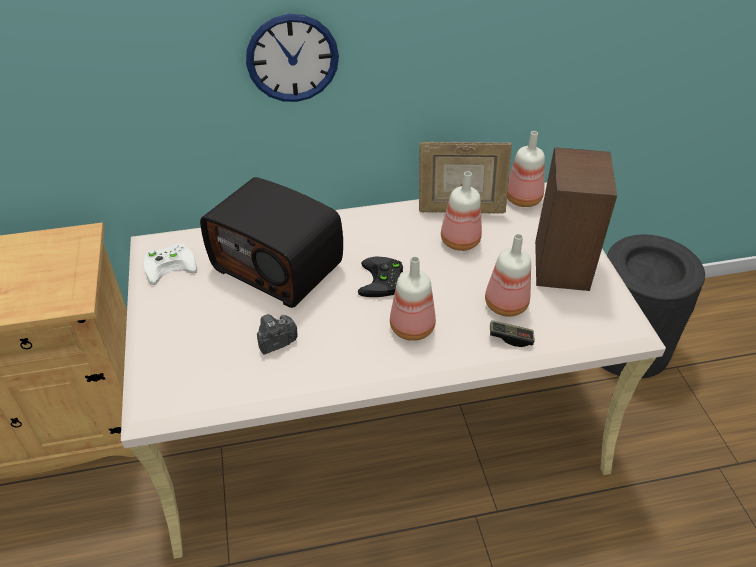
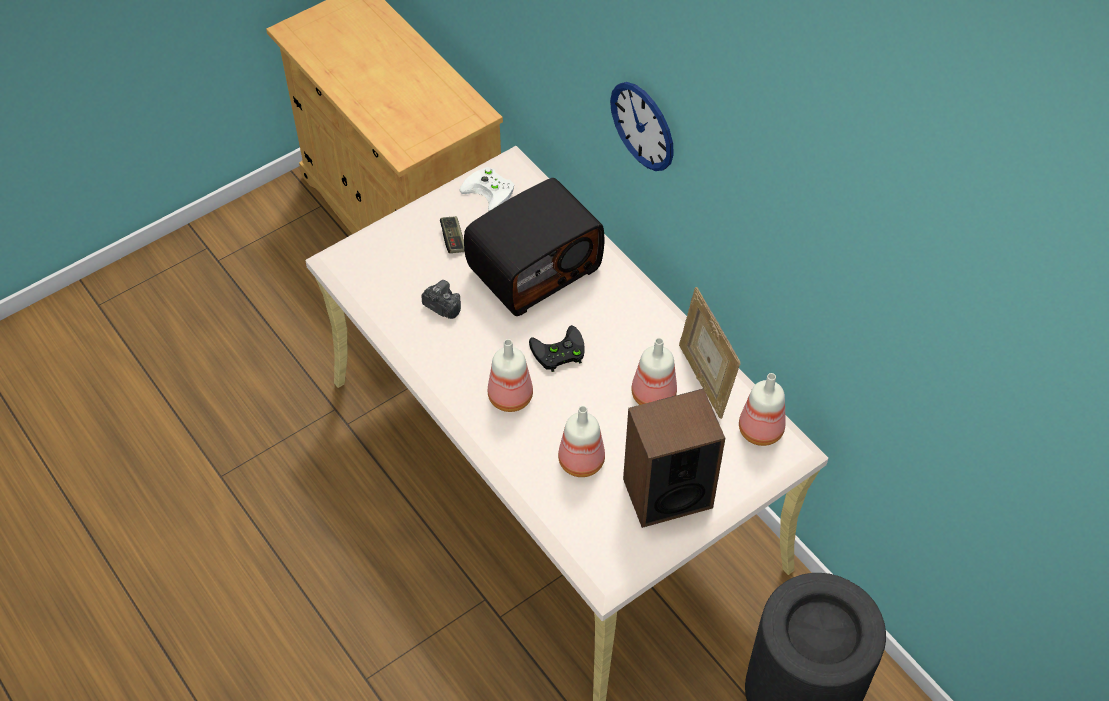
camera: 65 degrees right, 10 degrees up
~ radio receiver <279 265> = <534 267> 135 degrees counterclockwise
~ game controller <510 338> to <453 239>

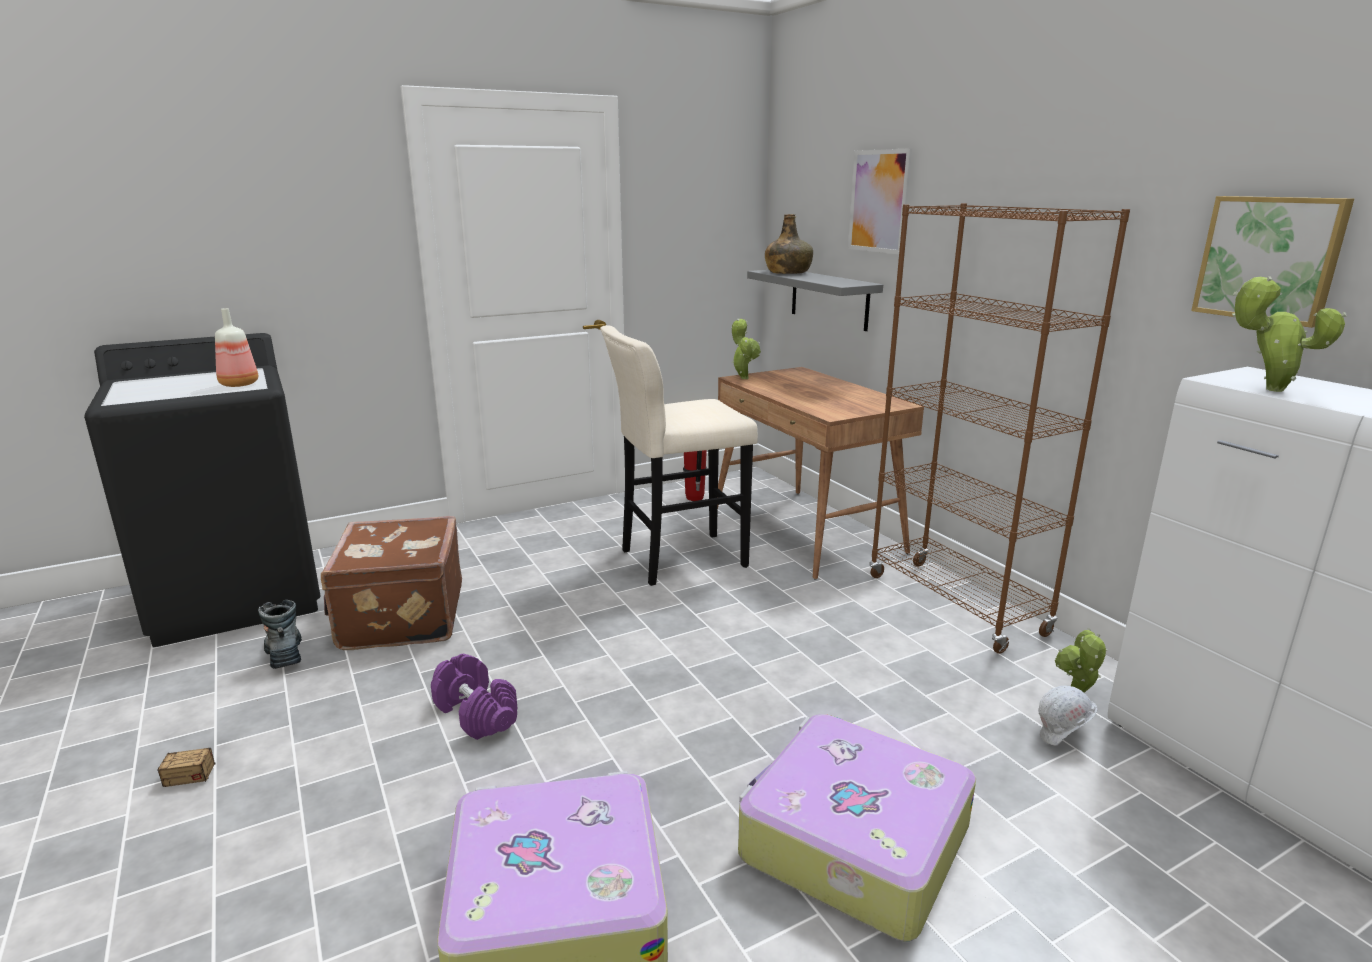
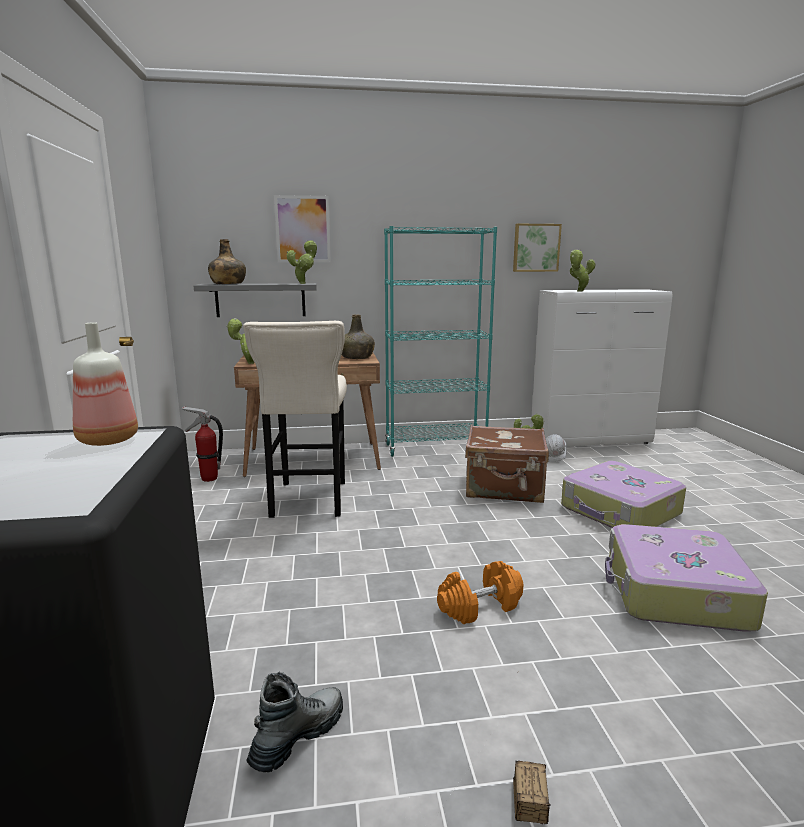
camera: 70 degrees left, 5 degrees down
~ tall boot <285 652> = <298 736> 135 degrees clockwise
~ suitcase (brown-coloured) <400 617> to <504 489>
~ free weight (purple) <476 713> to free weight (orangey) <480 606>
~ bookshelf (brown-coloured) <955 605> to bookshelf (turquoise) <435 448>
+ potted plant <304 283>
+ bottle (greenish) <357 357>

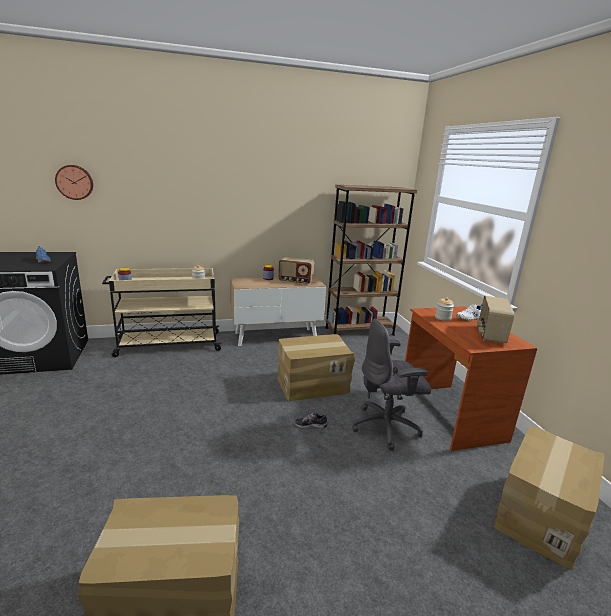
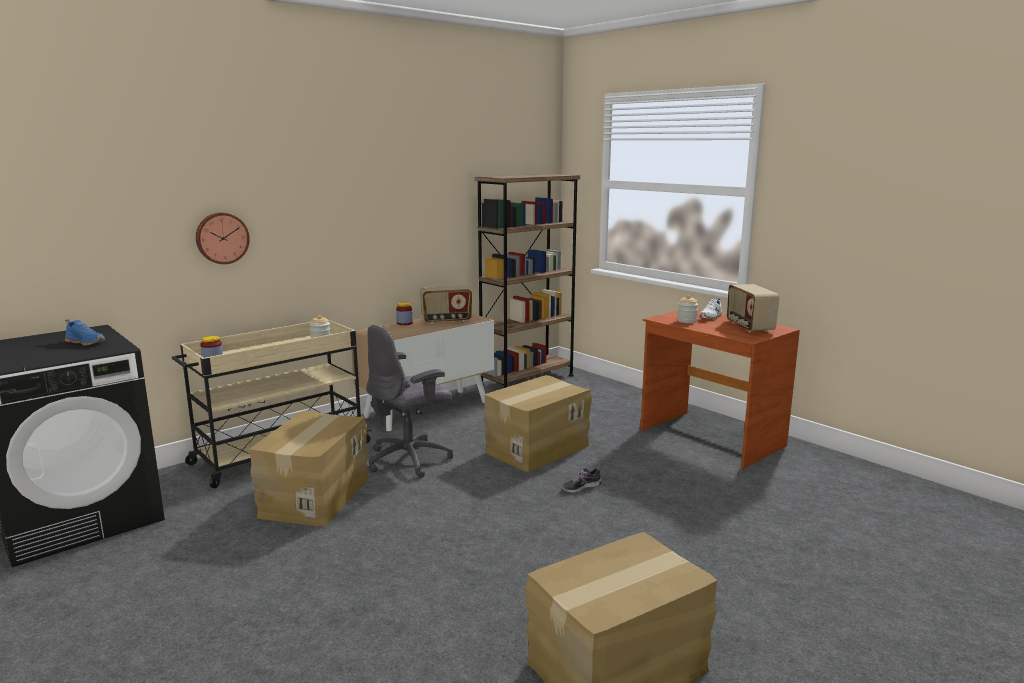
camera: 25 degrees left, 5 degrees down
~ wall clock <74 182> to <221 238>
~ office chair (greyish) <386 427> to <410 459>
~ carton <539 514> to <314 496>

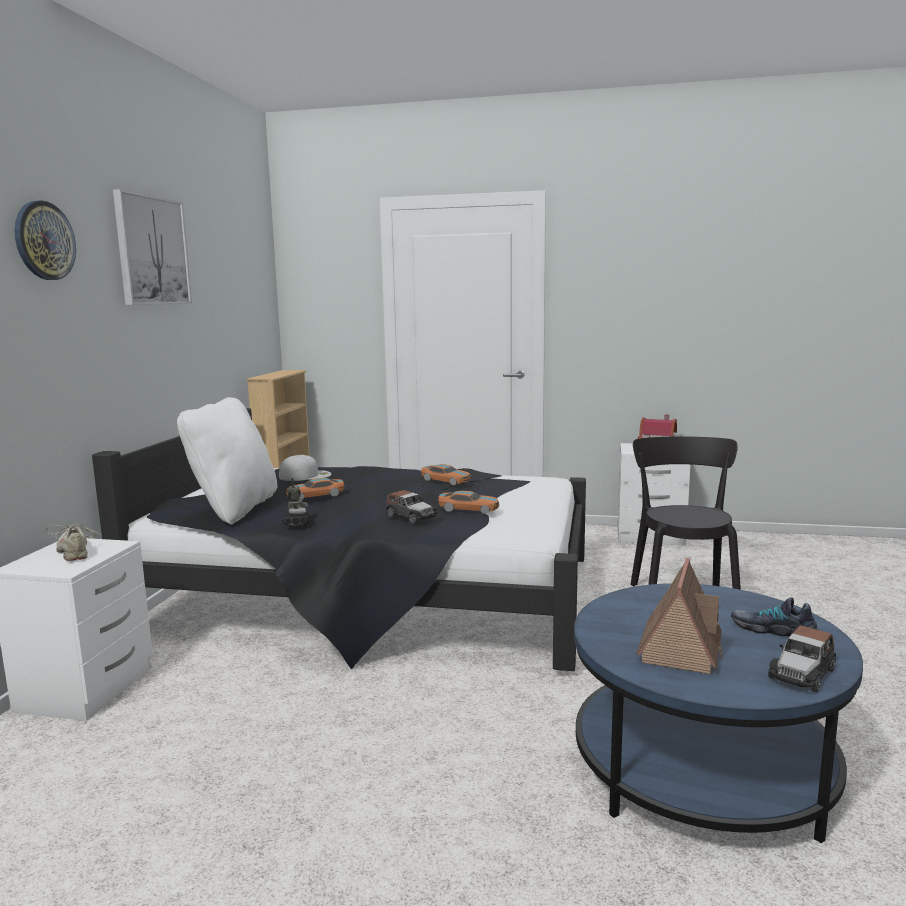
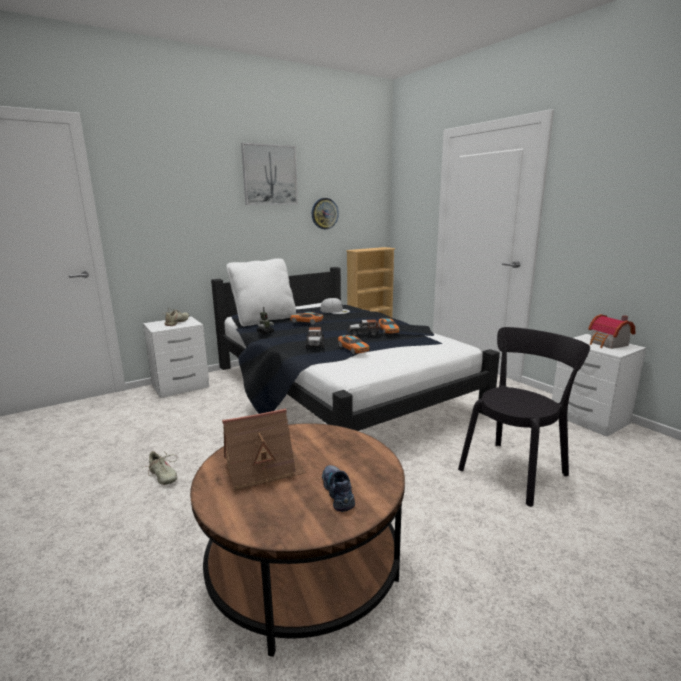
camera: 45 degrees right, 5 degrees up
~ wall clock <44 241> to <324 213>
~ coffee table (bluish) <701 766> to coffee table (brown-coloured) <303 565>
~ miniature car <802 673> to <363 334>
+ item of footwear (beige-coloured) <162 476>

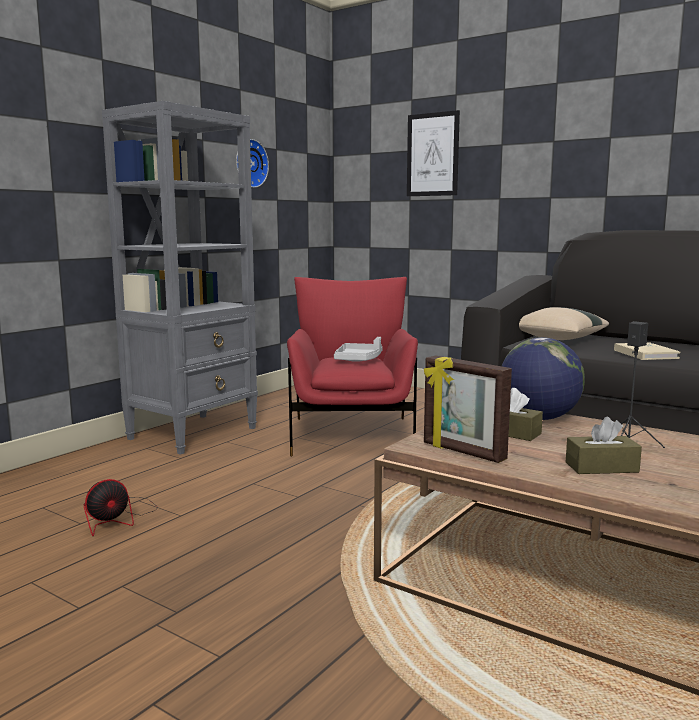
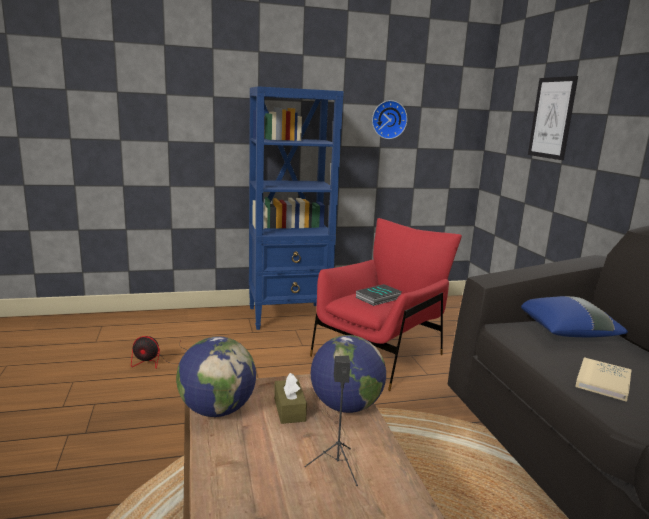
camera: 40 degrees right, 5 degrees up
~ bookshelf (greyish) <194 433> to bookshelf (bluish) <289 316>
~ tray (greyish) <359 360> to book <378 298>
~ picture frame <463 452> to desk globe <217 410>
~ throw pillow (beige-coloured) <556 339> to throw pillow (bluish) <563 331>
- box of tissues (brown-coloured) <601 467>

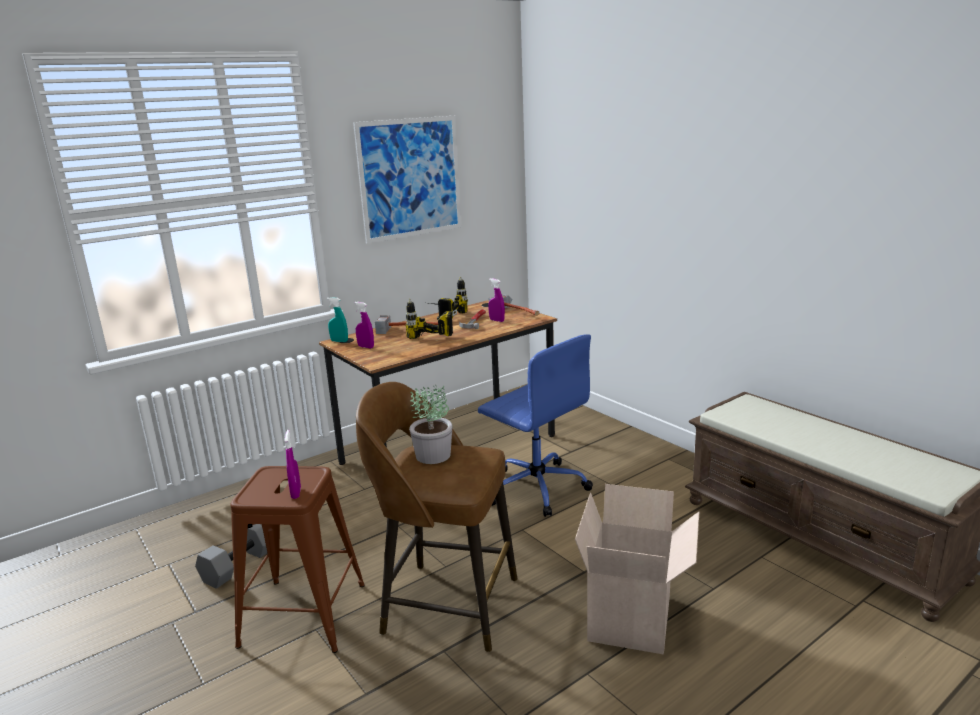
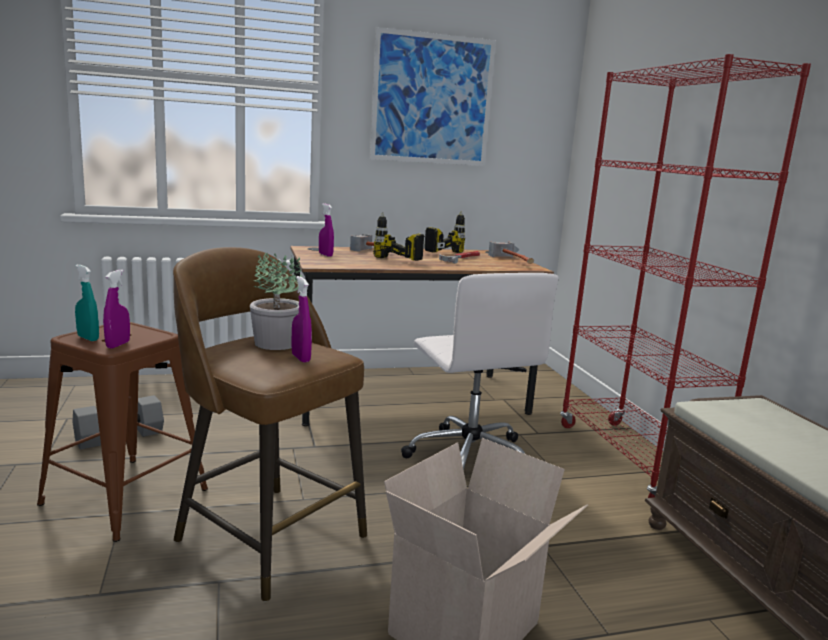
camera: 20 degrees right, 5 degrees down
~ hand sprayer (turquoise) <339 341> to <88 338>
~ office chair (bluish) <536 487> to office chair (white) <469 455>
~ hand sprayer (purple) <497 320> to <301 358>
+ bookshelf (red-coloured) <632 460>

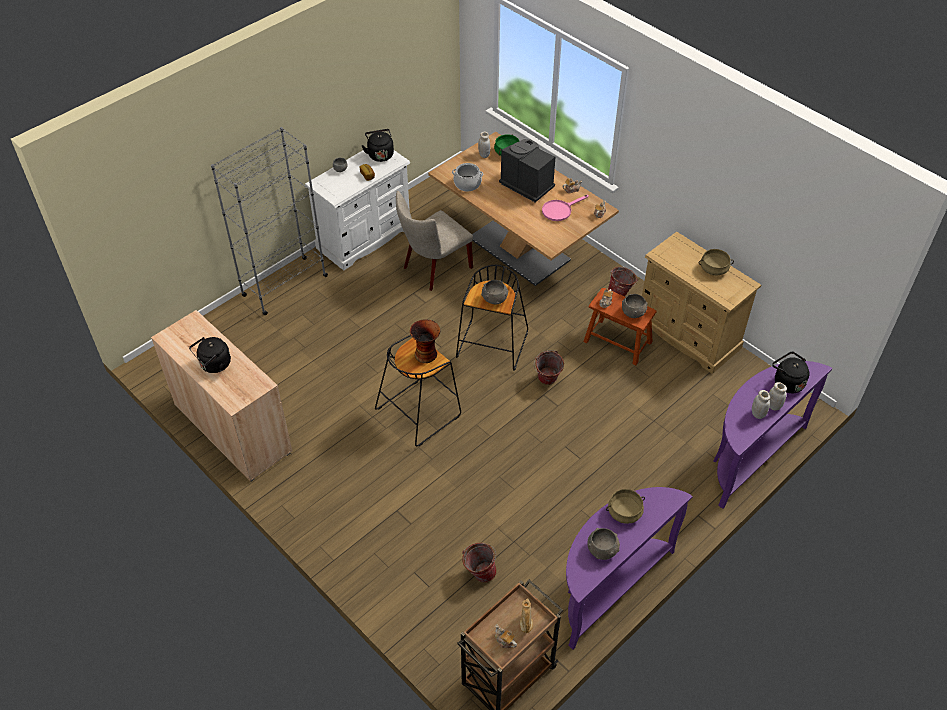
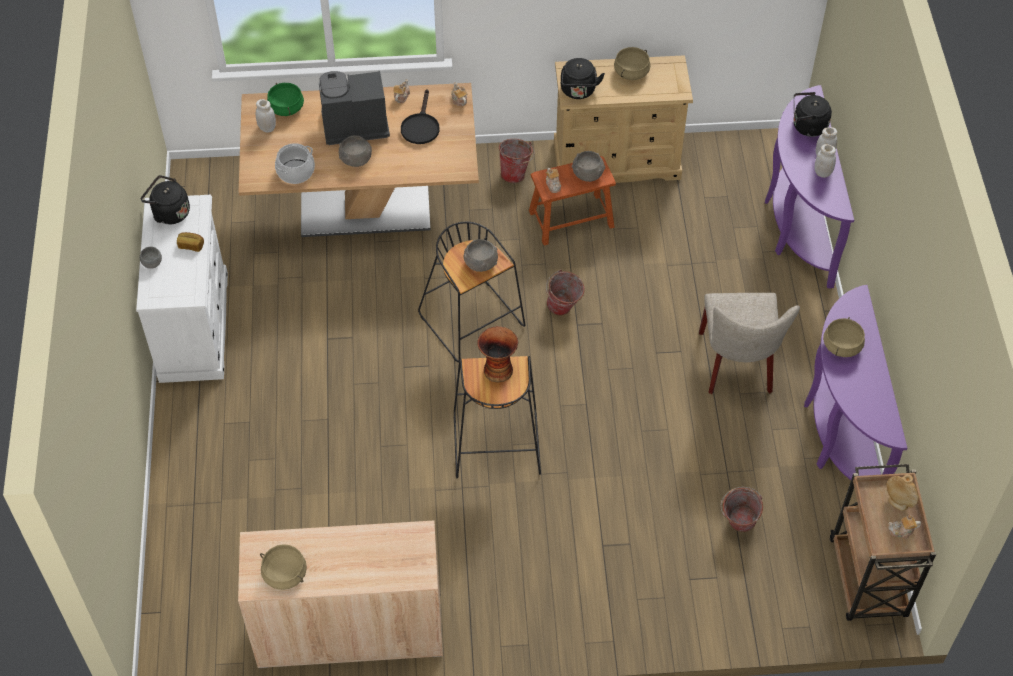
camera: 50 degrees left, 5 degrees up
~ water kettle (blackish) <214 365> to <578 91>
- bookshelf (greyish) <284 286>
~ plain chair (beige-coloured) <434 269> to <737 367>
~ frying pan (pinkish) <560 210> to frying pan (blackish) <420 126>
~ serving bowl (greyish) <602 549> to <356 159>
+ stockpot (beige-coloured) <284 574>

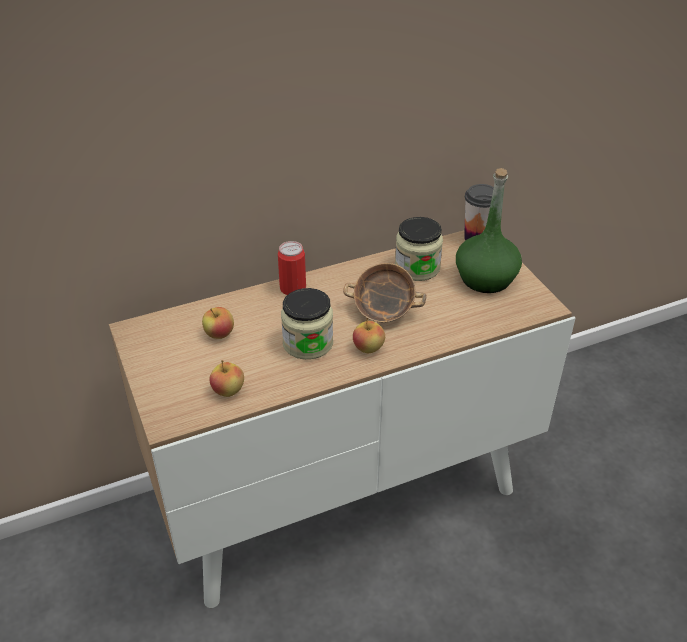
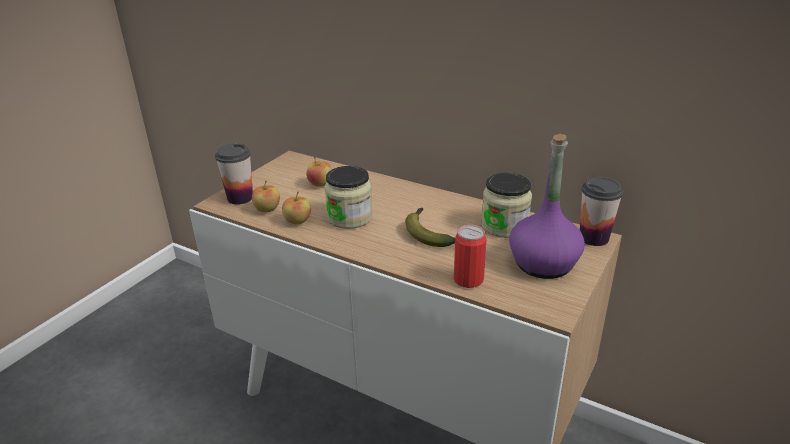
camera: 55 degrees right, 10 degrees down
~ sealed can <293 288> to <468 280>
~ serving bowl <383 312> to banana fruit <426 233>
~ apple <368 348> to <297 221>
~ bottle (greenish) <486 278> to bottle (purple) <543 264>
+ cup <240 198>

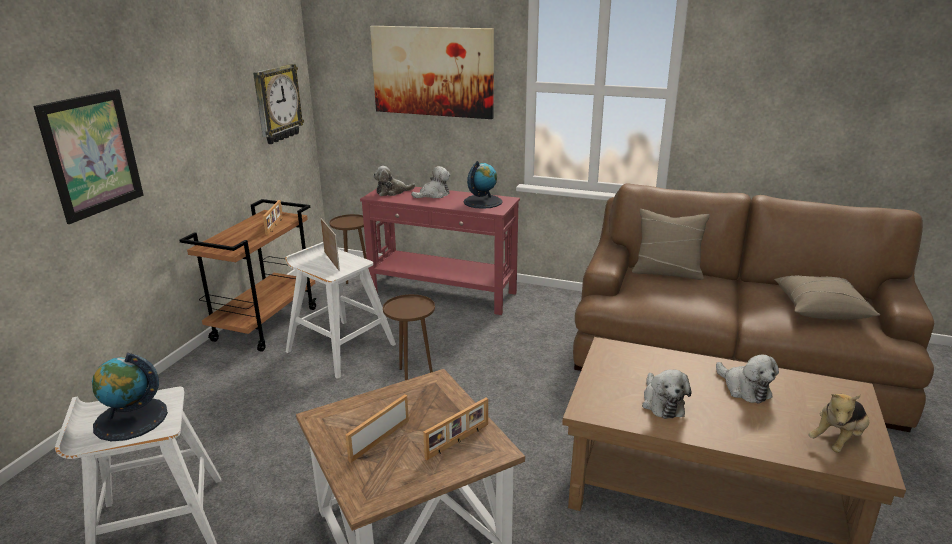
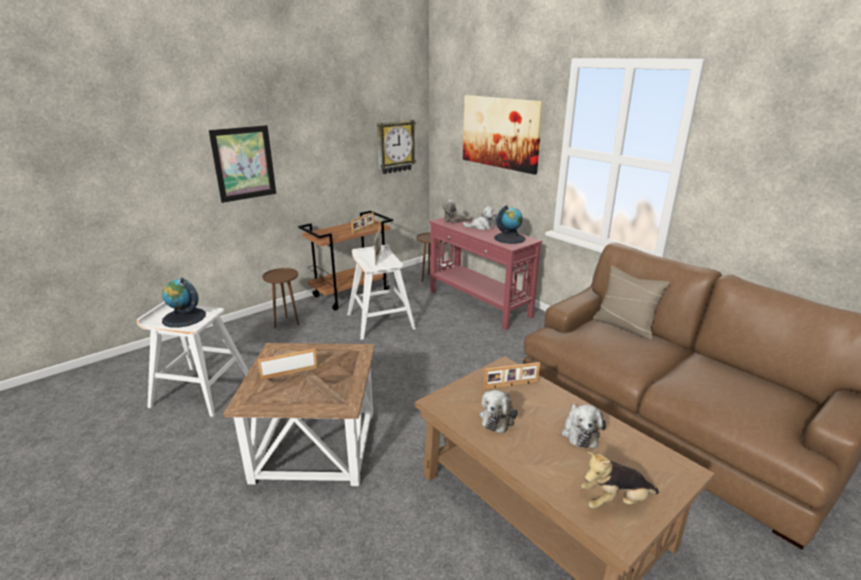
camera: 30 degrees right, 0 degrees up
~ side table (brown-coloured) <413 376> to <286 323>
~ picture frame <458 441> to <511 385>
- throw pillow (beige-coloured) <820 309>

